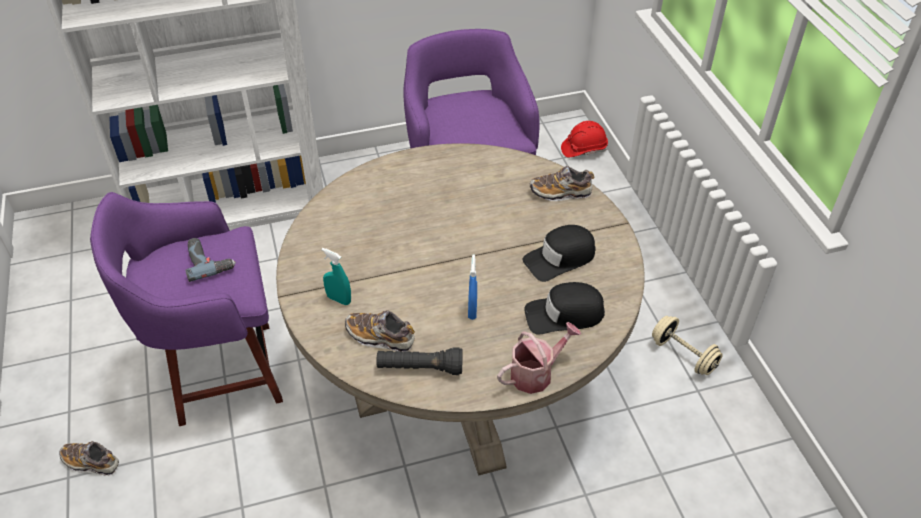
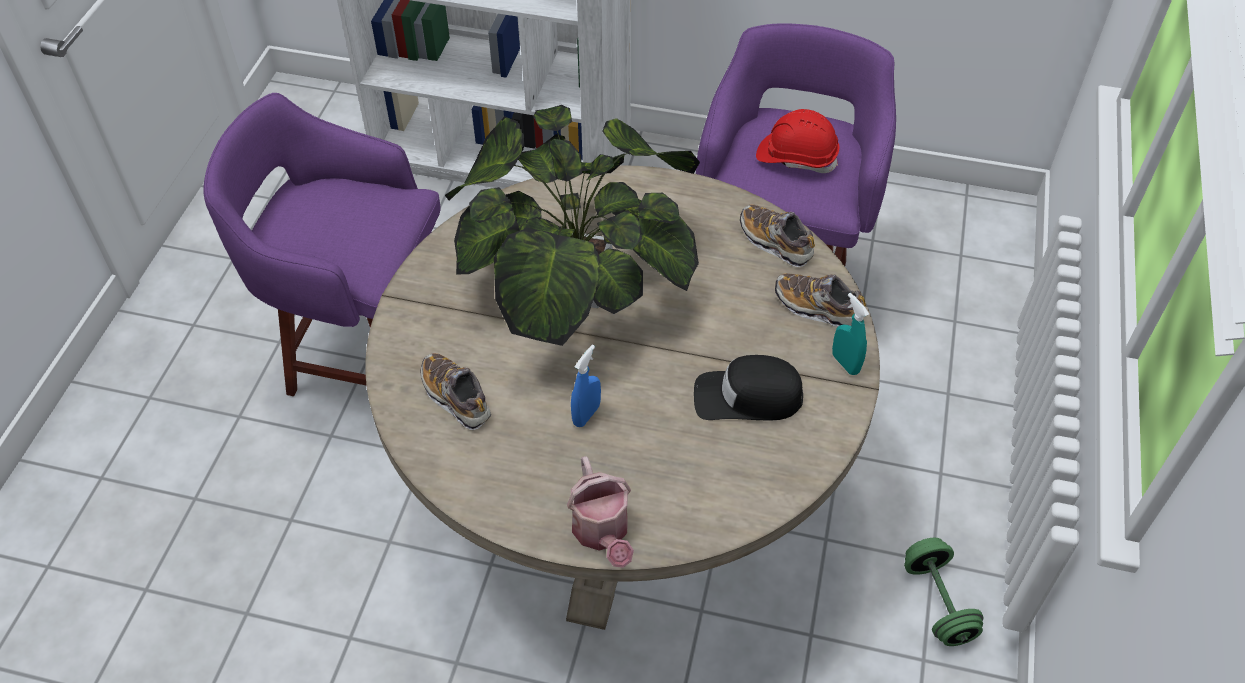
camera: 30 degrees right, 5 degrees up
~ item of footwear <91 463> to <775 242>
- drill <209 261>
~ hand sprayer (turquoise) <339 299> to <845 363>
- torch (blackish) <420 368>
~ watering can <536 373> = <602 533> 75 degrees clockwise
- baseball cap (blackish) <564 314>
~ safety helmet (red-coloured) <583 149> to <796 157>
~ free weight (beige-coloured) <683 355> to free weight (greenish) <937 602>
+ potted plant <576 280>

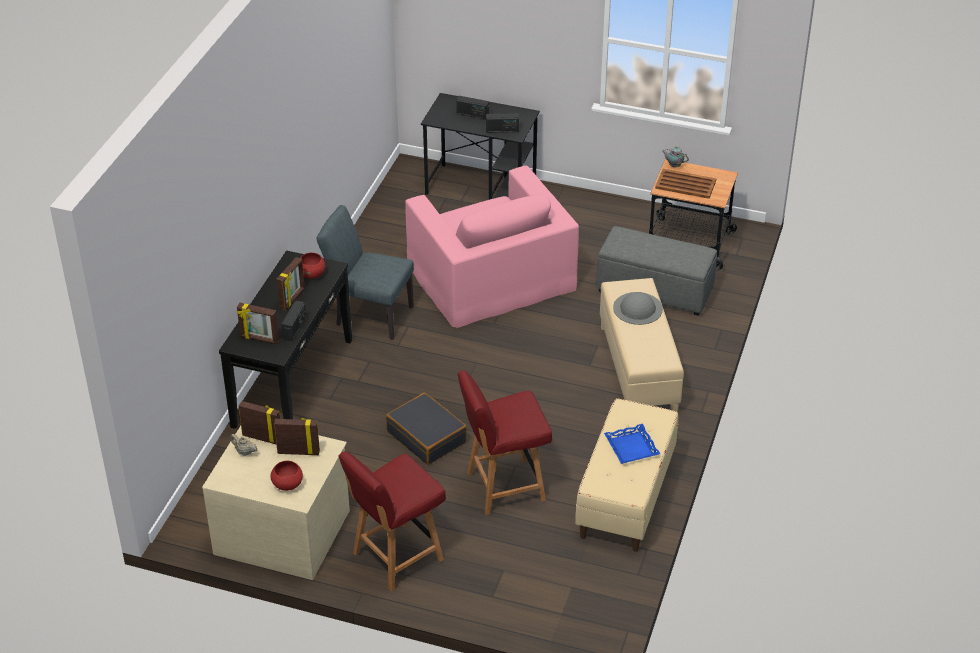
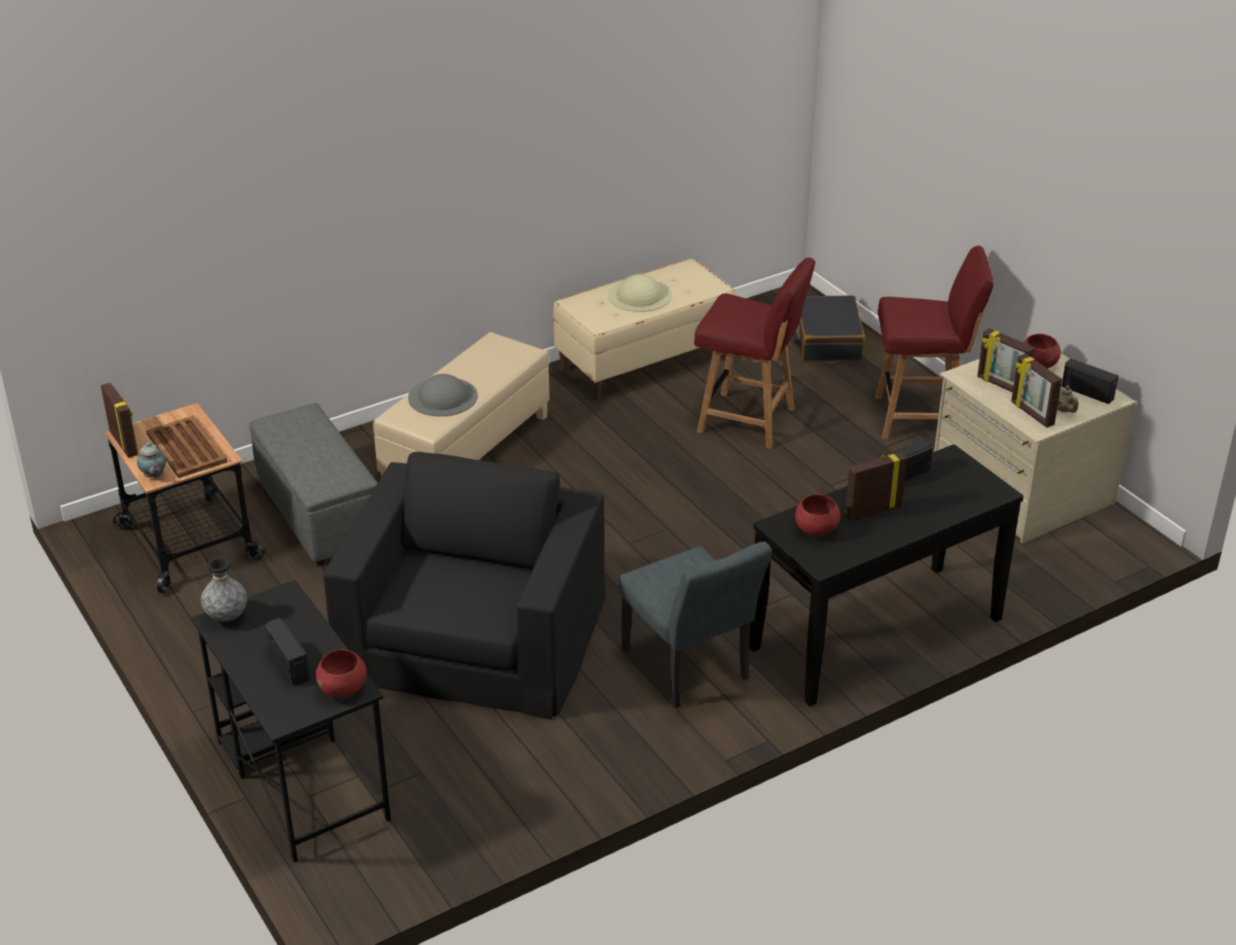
camera: 140 degrees left, 5 degrees down
~ picture frame <259 339> to <124 443>
~ suitcase (blackish) <427 436> to <827 340>
~ easy chair (pinkish) <491 275> to easy chair (blackish) <473 636>
~ radio receiver <502 130> to <1087 392>
~ tray (bluish) <632 447> to hat (beige-coloured) <639 295>
+ decorative vase (greyish) <227 617>
+ serving bowl (red-coloured) <343 689>

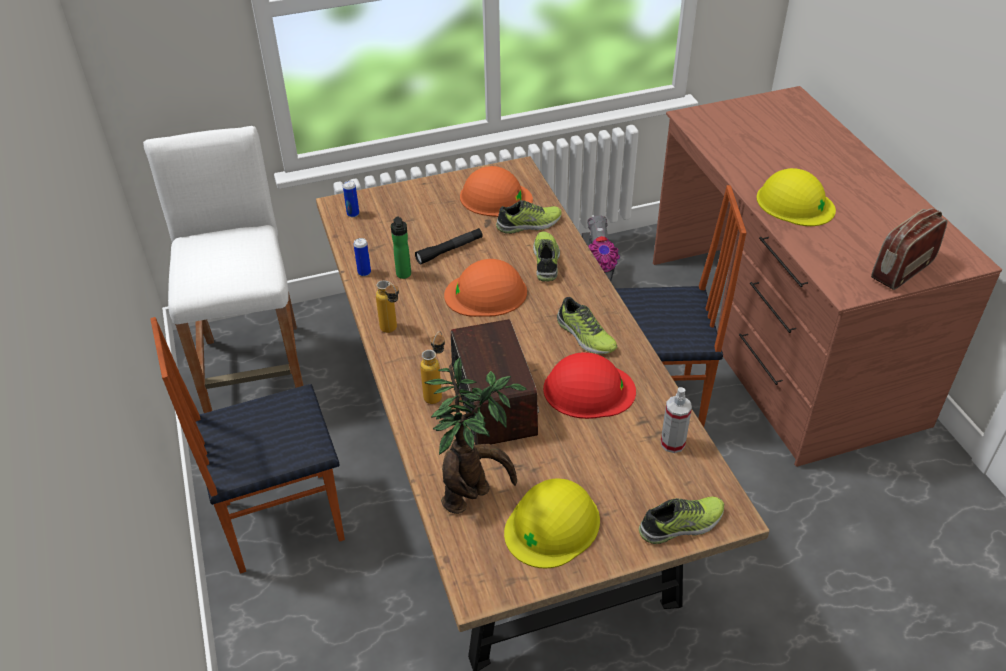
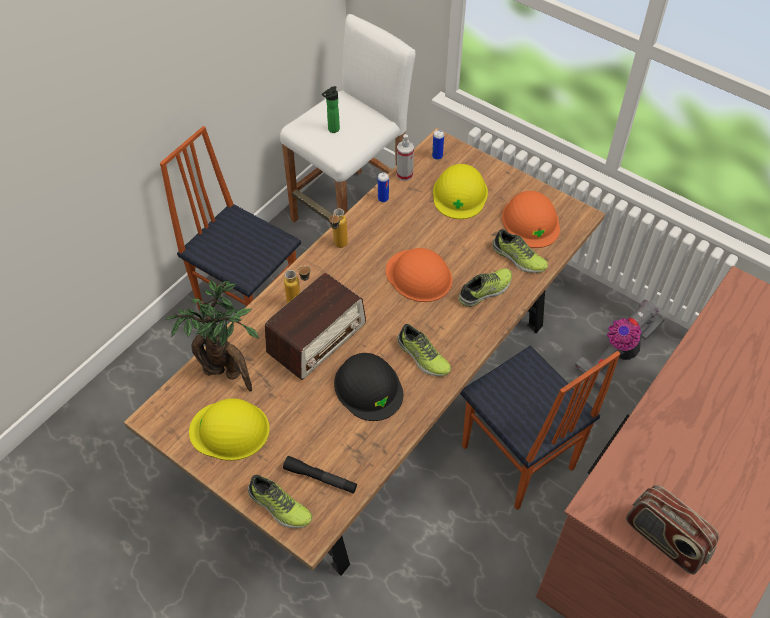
camera: 55 degrees right, 10 degrees up
~ bottle <404 275> to <332 130>
~ torch (blackish) <449 250> to <320 478>
~ safety helmet (red-coloured) <588 390> to safety helmet (blackish) <368 387>
~ item of footwear <585 336> = <422 357> 60 degrees counterclockwise
~ hand sprayer <672 443> to <404 175>
~ safety helmet (yellow-coloured) <794 203> to <460 194>
~ radio receiver <902 270> = <664 540> 150 degrees counterclockwise

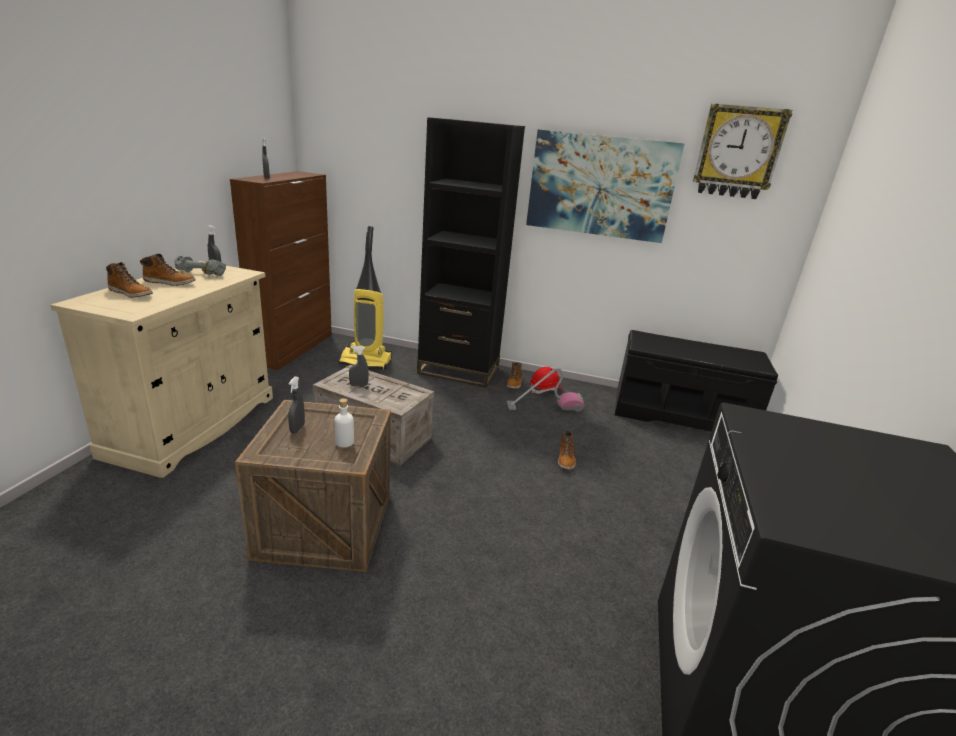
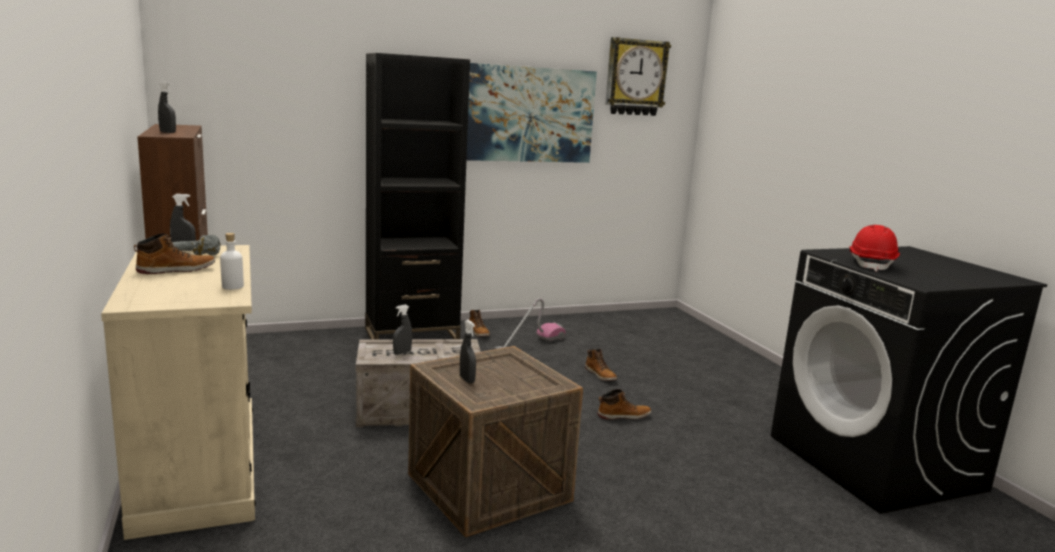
camera: 35 degrees left, 10 degrees down
~ tall boot <131 293> to <623 416>
~ bottle (white) <344 442> to <232 286>
- vacuum cleaner <366 361>
~ safety helmet (red-coloured) <545 389> to <871 264>
- bench (blackish) <680 414>

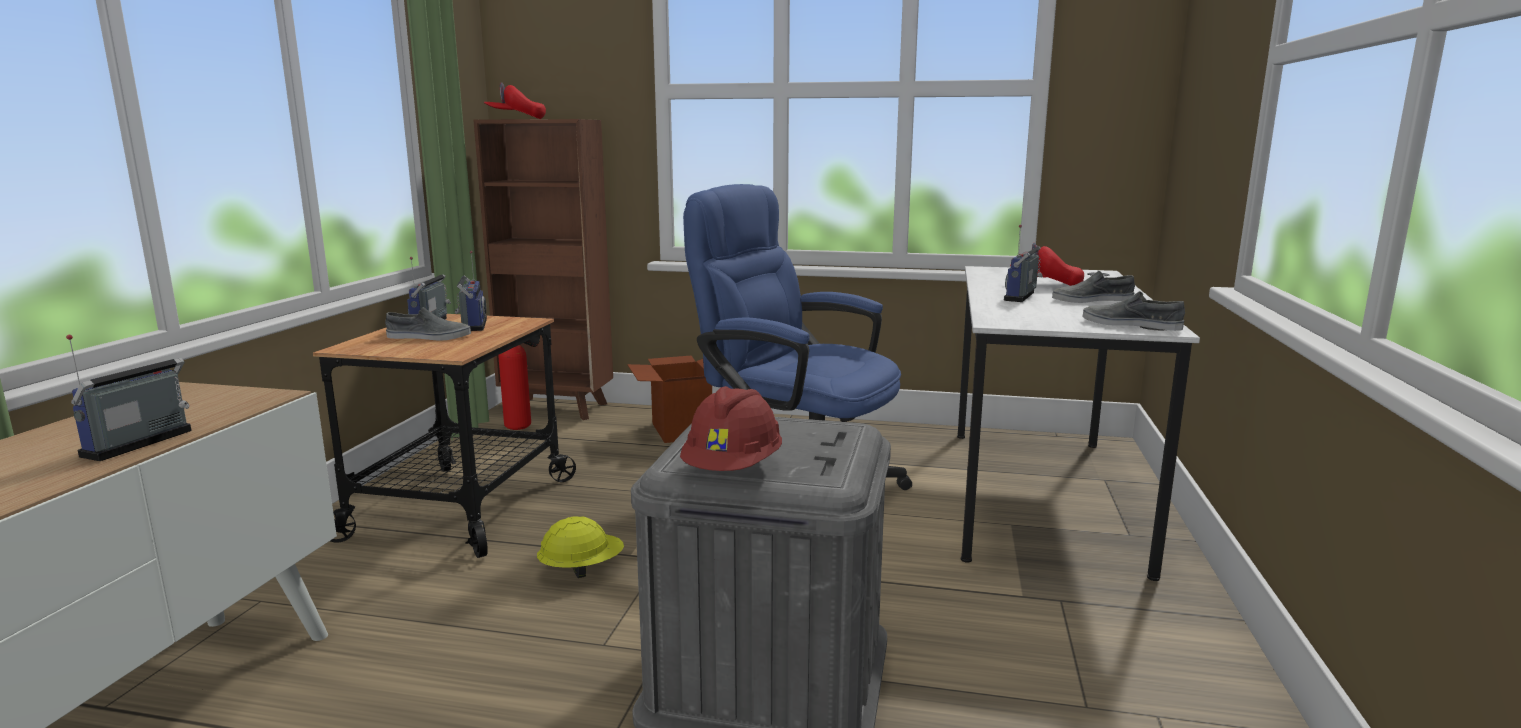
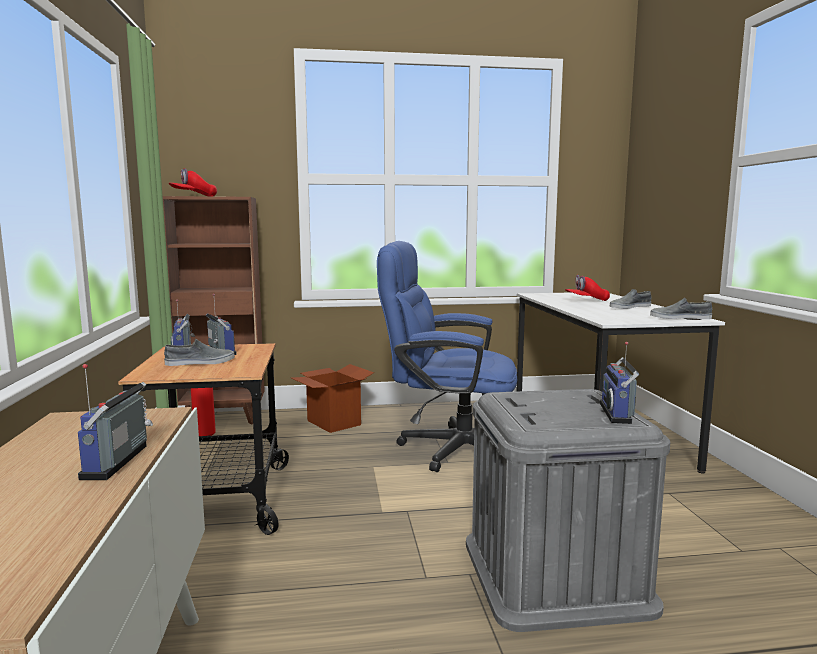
camera: 20 degrees left, 5 degrees down
- safety helmet (yellow-coloured) <582 570>
- safety helmet (red-coloured) <733 469>
~ radio receiver <1022 297> to <619 413>

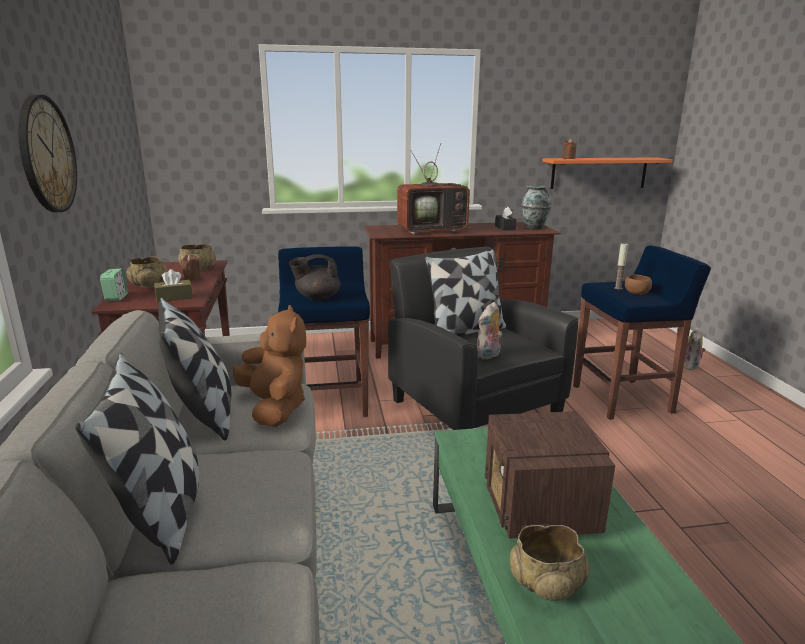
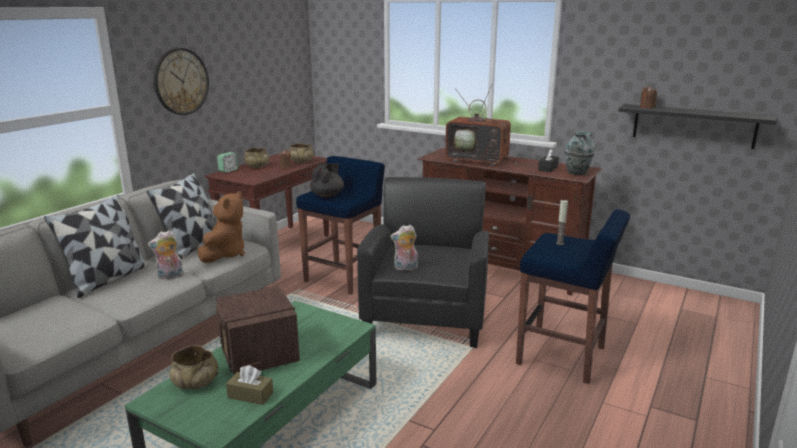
camera: 40 degrees right, 0 degrees up
~ box of tissues (brown-coloured) <174 297> to <250 395>
~ teapot (blackish) <317 298> = <327 195> 90 degrees clockwise
- throw pillow <466 331>
~ radio receiver <539 510> = <259 357> 60 degrees counterclockwise
~ bracket shelf (orangey) <599 173> to bracket shelf (blackish) <693 126>
- serving bowl (brown-coloured) <636 293>
~ plush toy <691 367> to <170 276>

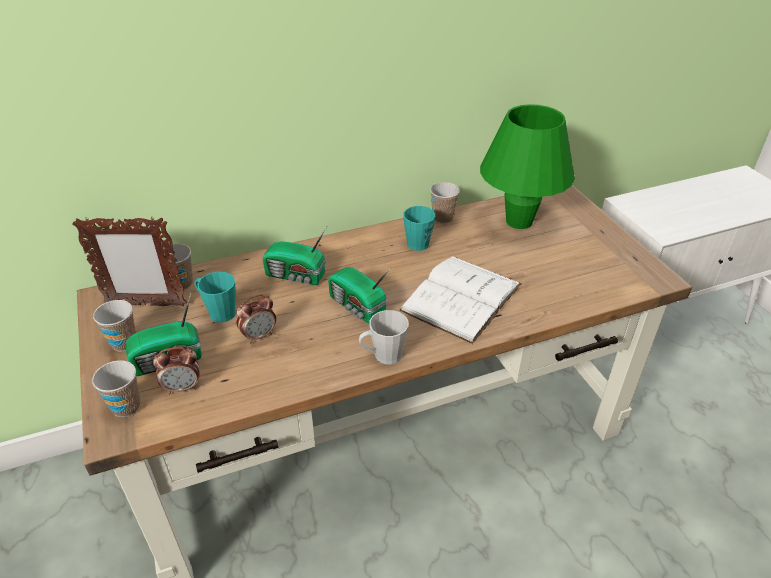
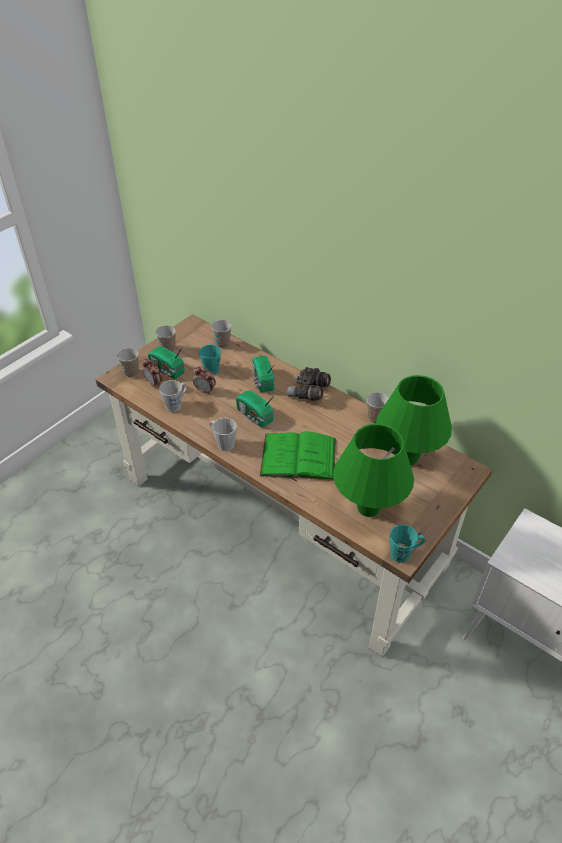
camera: 60 degrees right, 5 degrees up
- picture frame <146 305>
~ radio receiver <357 307> = <255 416> 60 degrees counterclockwise
~ book (white) <461 297> to book (greenish) <298 457>
~ tea mug (turquoise) <419 241> to <404 553>
+ tea mug (greyish) <176 404>
+ pair of binoculars (greyish) <309 393>
+ tabletop lamp (greenish) <368 507>

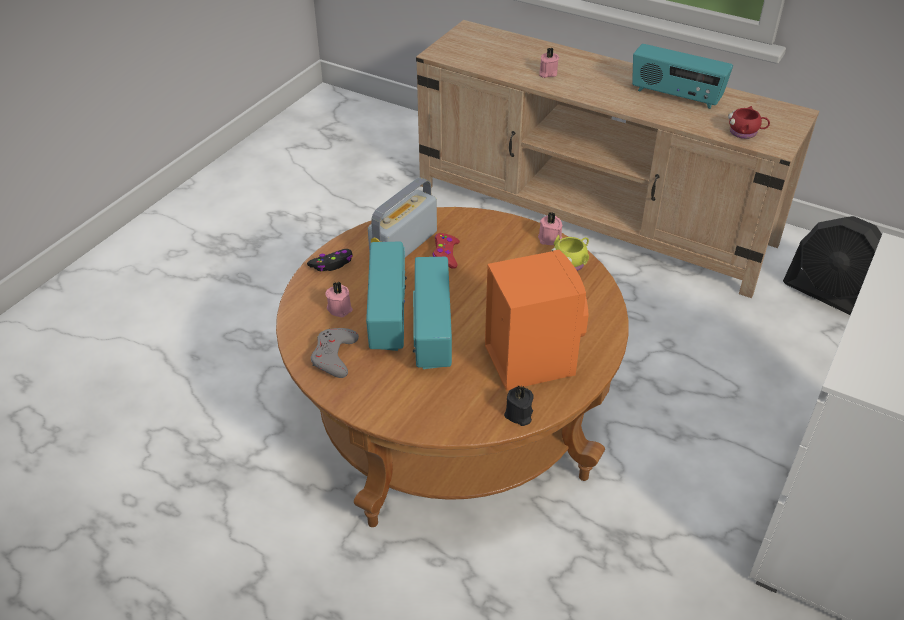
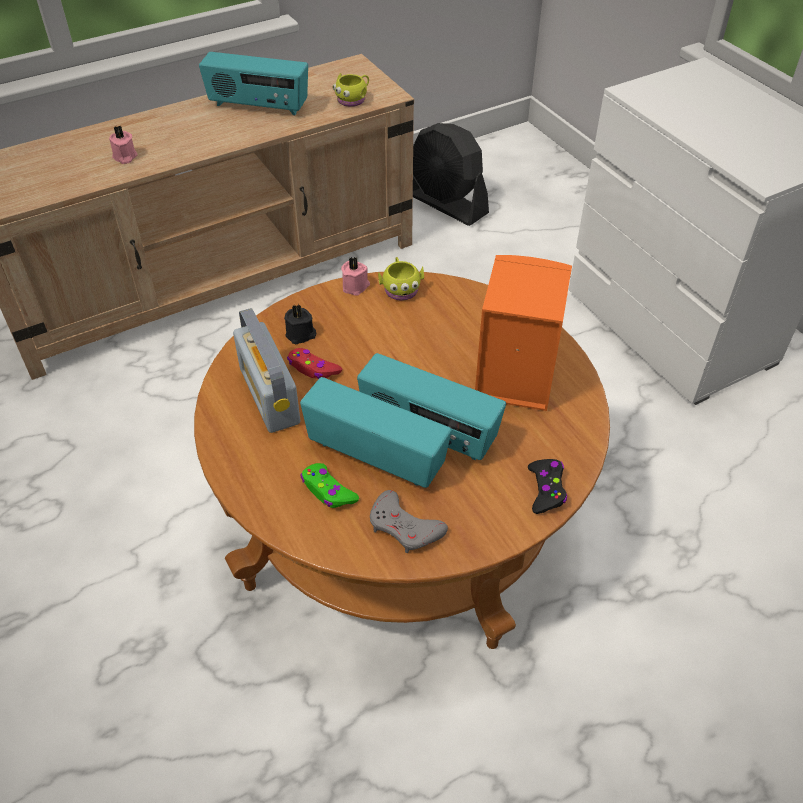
camera: 60 degrees left, 5 degrees up
~ game controller (blackish) <332 264> to <546 490>
~ wax candle (pinkish) <340 308> to game controller (greenish) <328 491>
~ wax candle (blackish) <519 415> to <301 335>
~ radio receiver <675 96> = <258 106> 45 degrees clockwise
~ tea mug (red-coloured) <745 132> to tea mug (yellow-coloured) <353 99>
~ fan (blackish) <832 296> = <446 204> 60 degrees clockwise

